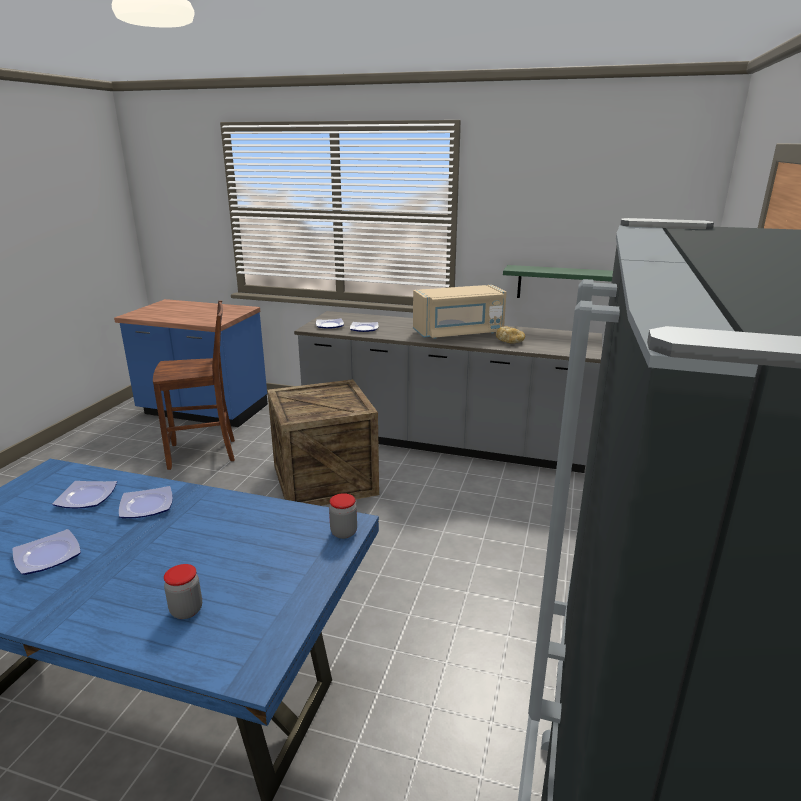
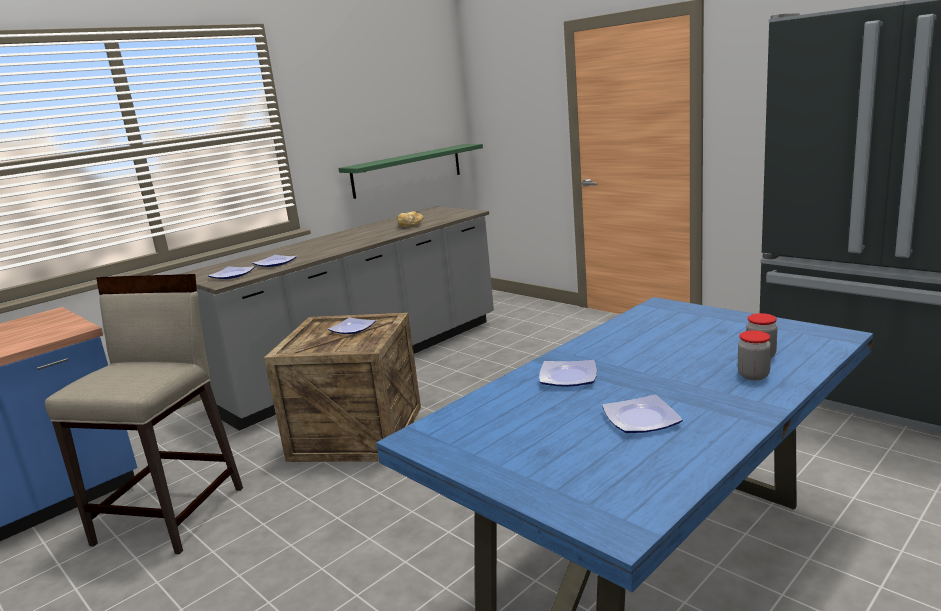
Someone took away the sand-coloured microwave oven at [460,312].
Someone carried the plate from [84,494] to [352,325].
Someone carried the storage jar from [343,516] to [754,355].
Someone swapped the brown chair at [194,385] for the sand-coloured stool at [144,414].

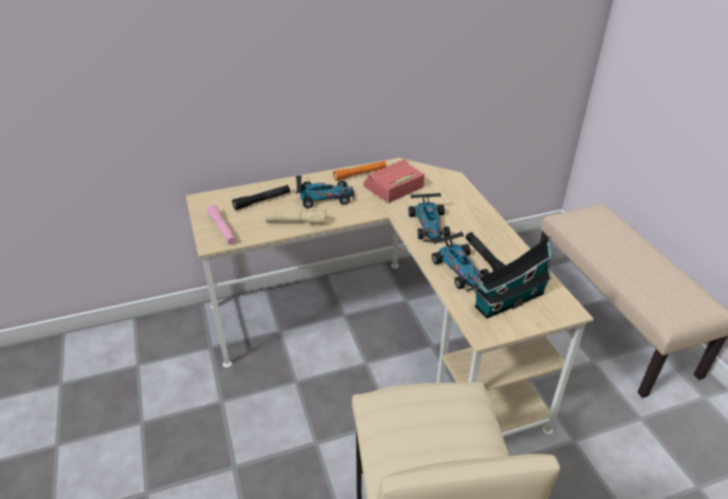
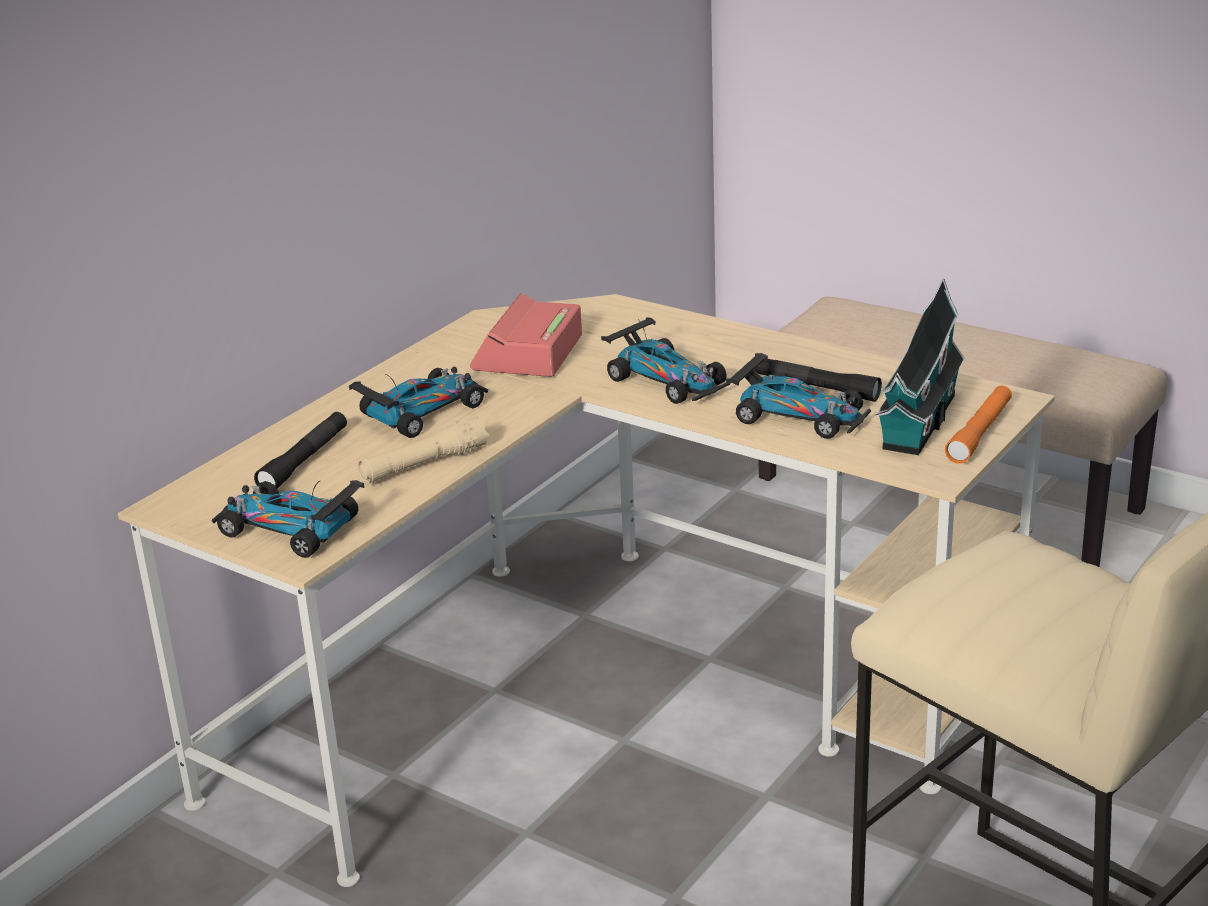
Someone carried the orangey torch from [359,171] to [978,425].
Someone swapped the pink-coloured torch at [221,224] for the miniature car at [288,519].

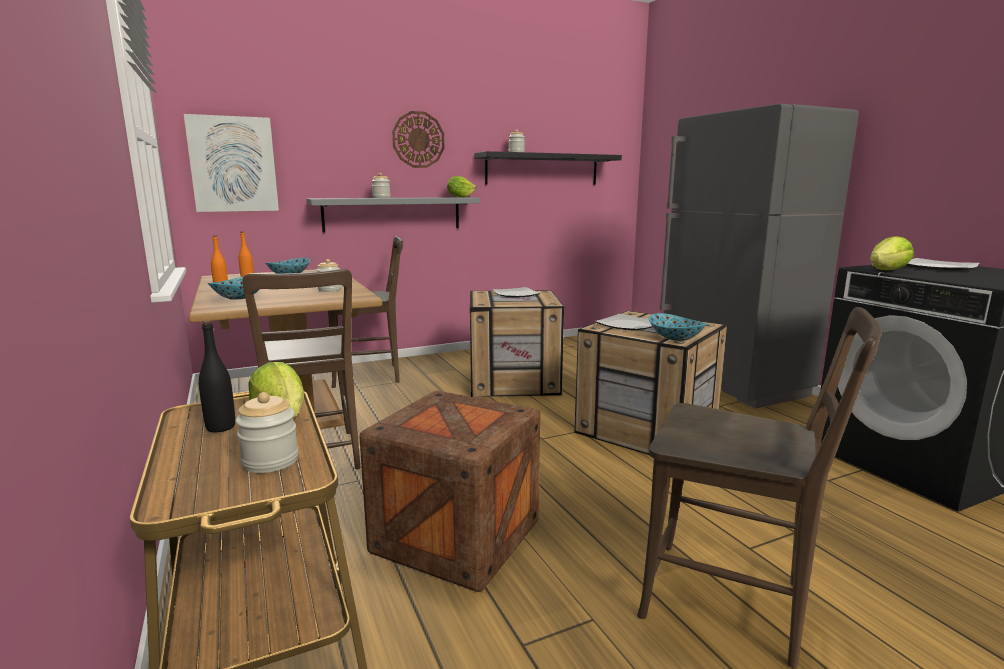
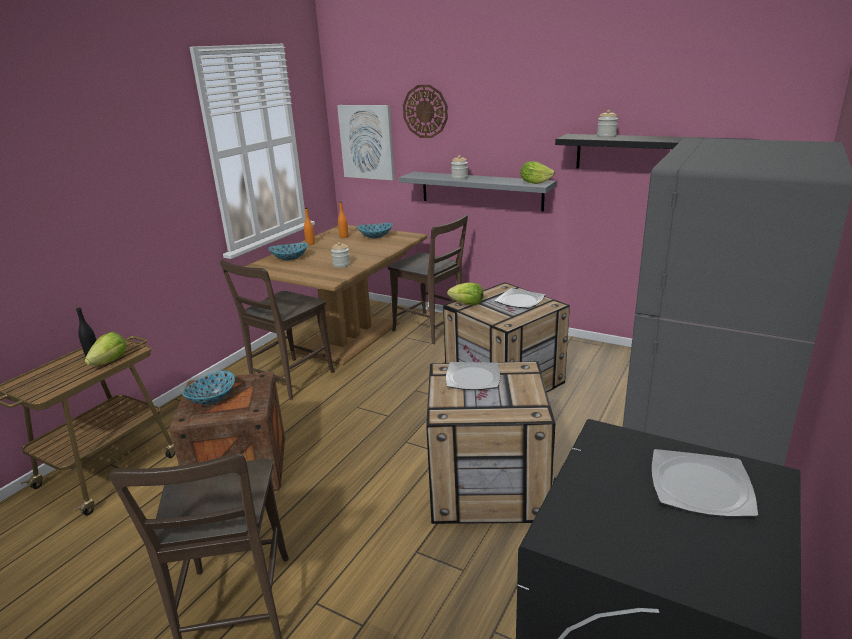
Someone took away the storage jar at [267,432].
Someone carried the clock on the wall from [418,139] to [425,111].
Someone carried the serving bowl from [677,327] to [208,388].
Someone carried the lettuce from [892,253] to [465,293].

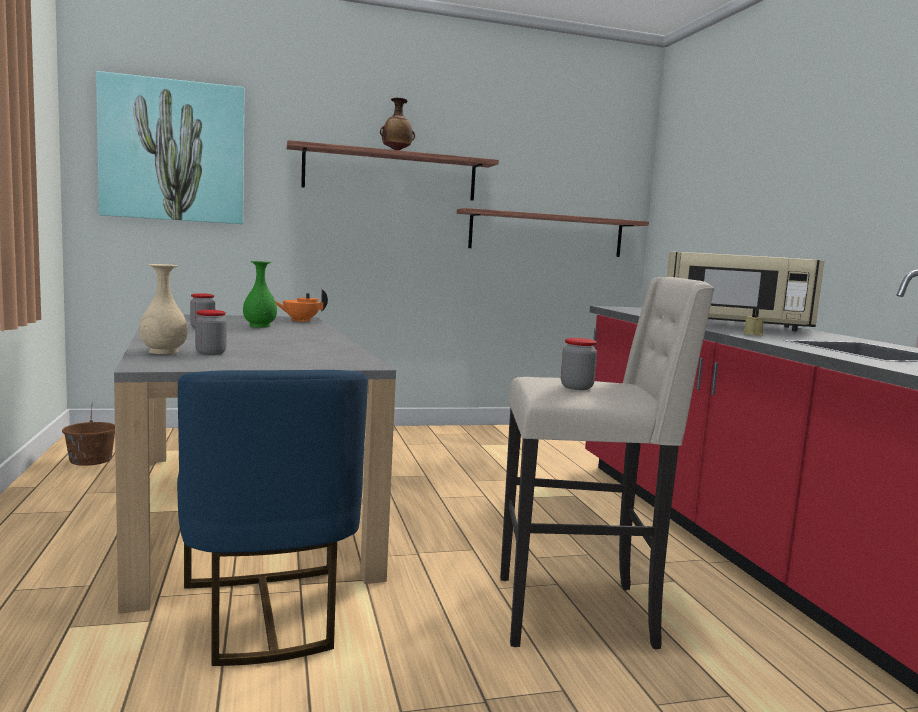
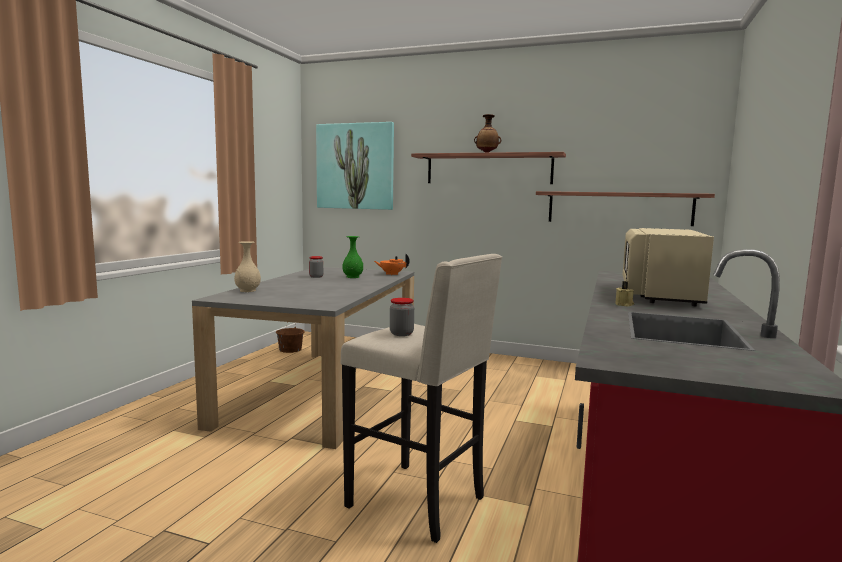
Someone took away the blue chair at [272,518].
Someone took away the storage jar at [211,332].
Someone rotated the sand-coloured microwave oven at [745,291] by 60 degrees clockwise.

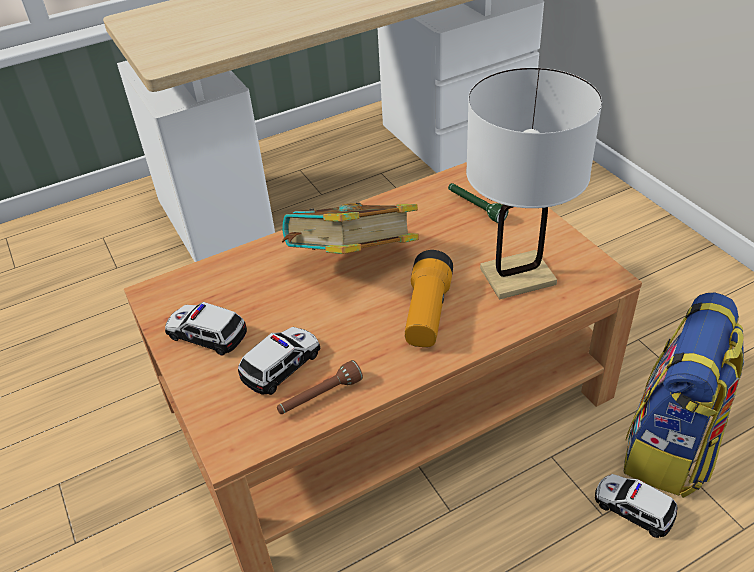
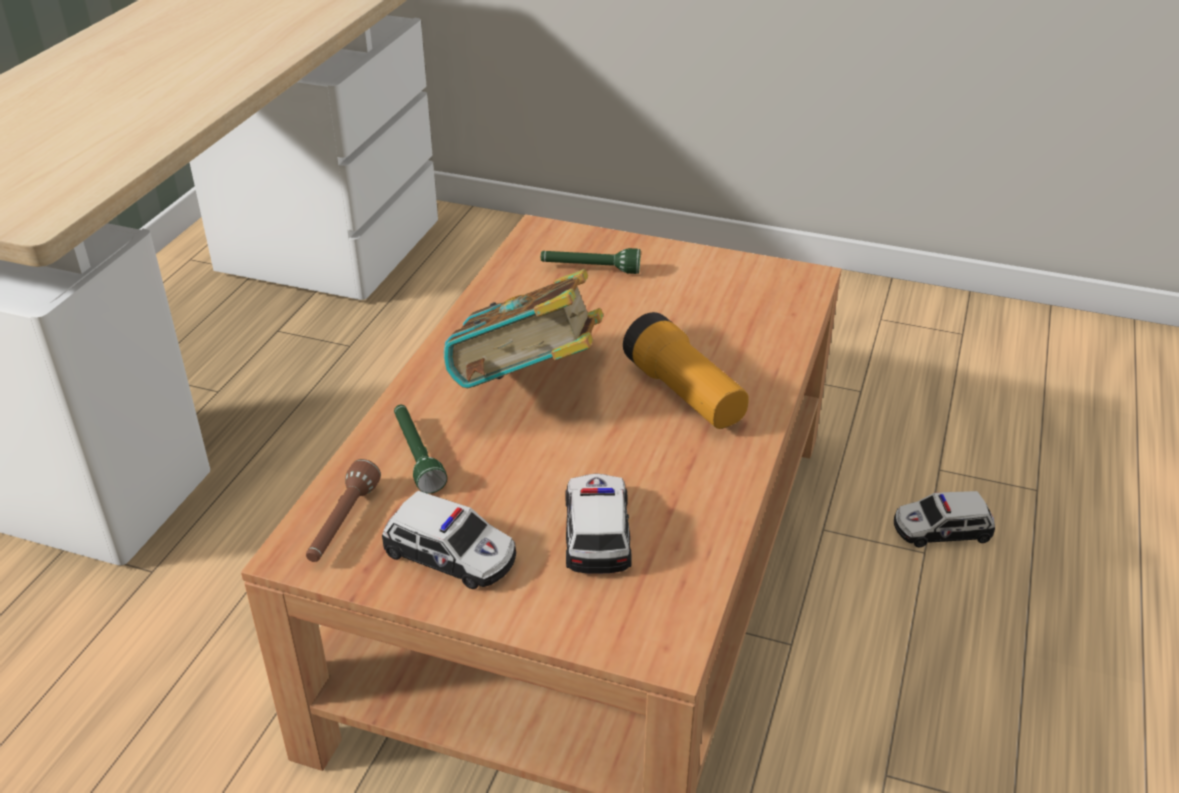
Someone took away the white table lamp at [534,183].
Someone took away the backpack at [683,395].
Someone put down the greenish torch at [420,449].
Someone carried the brown torch from [320,387] to [343,510].
Someone rotated the miniature car at [206,329] by 135 degrees counterclockwise.

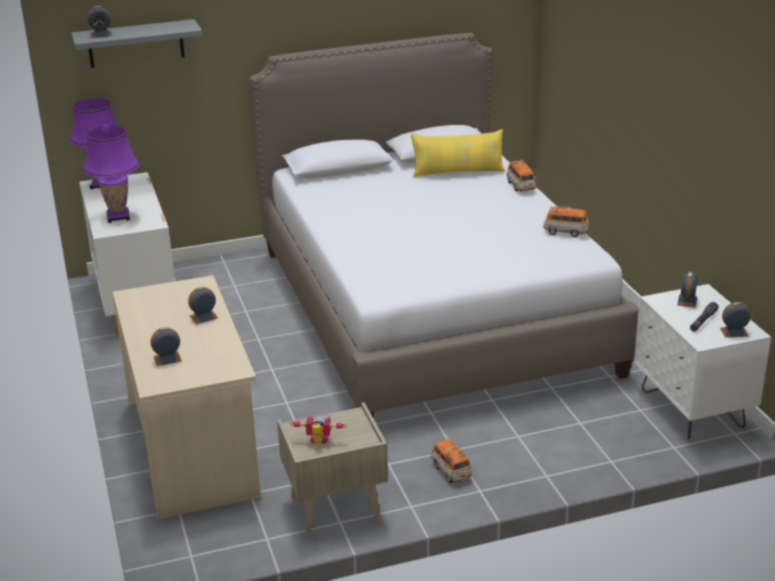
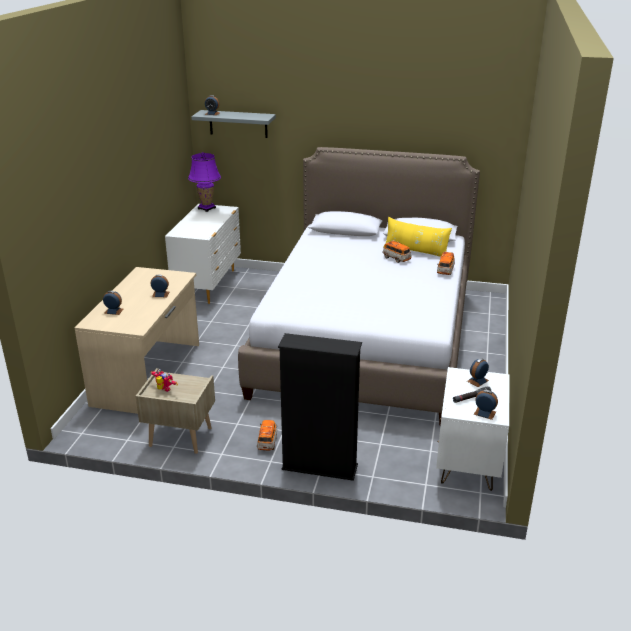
Someone took away the purplish table lamp at [111,174].
Someone put down the blackish bookshelf at [320,407].
Someone carried the miniature car from [566,221] to [397,251].

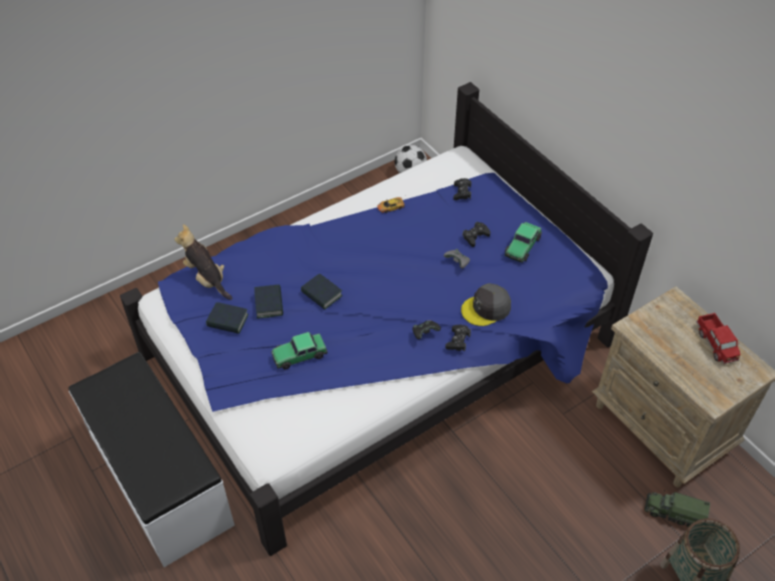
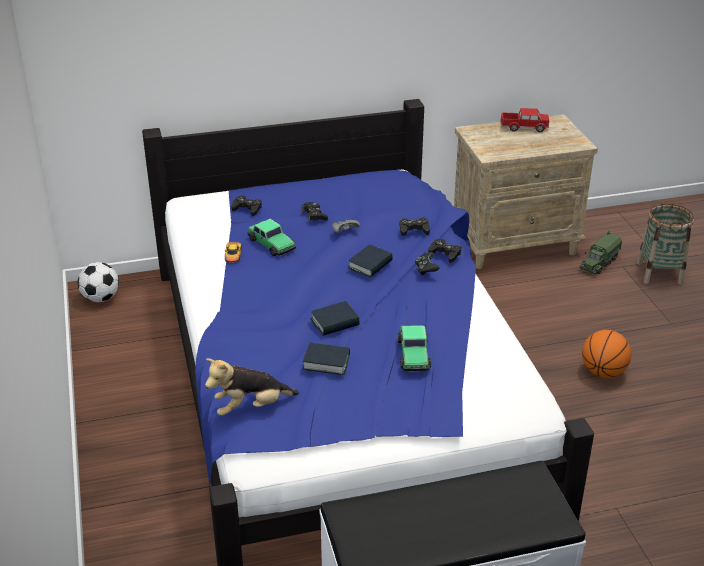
Someone put down the ball for basketball at [606,354].
Someone carried the bound book from [227,318] to [370,261].
Someone carried the miniature car from [523,242] to [272,237].
Someone swapped the greyish baseball cap at [486,305] for the blackish joypad at [415,226].

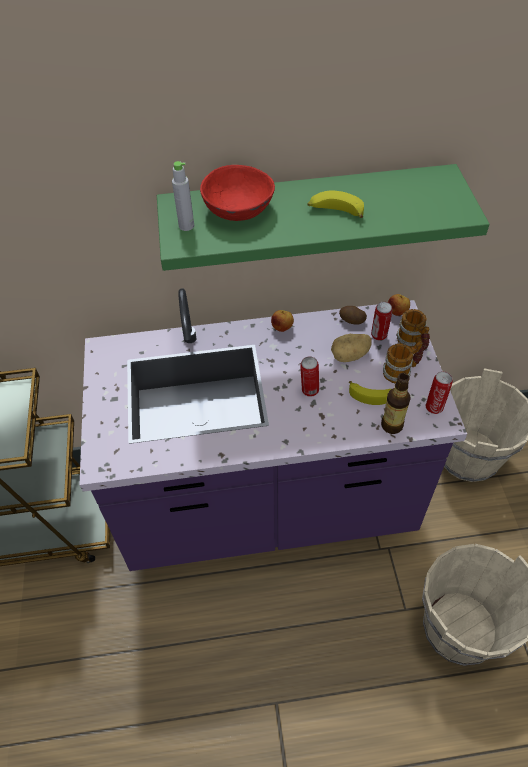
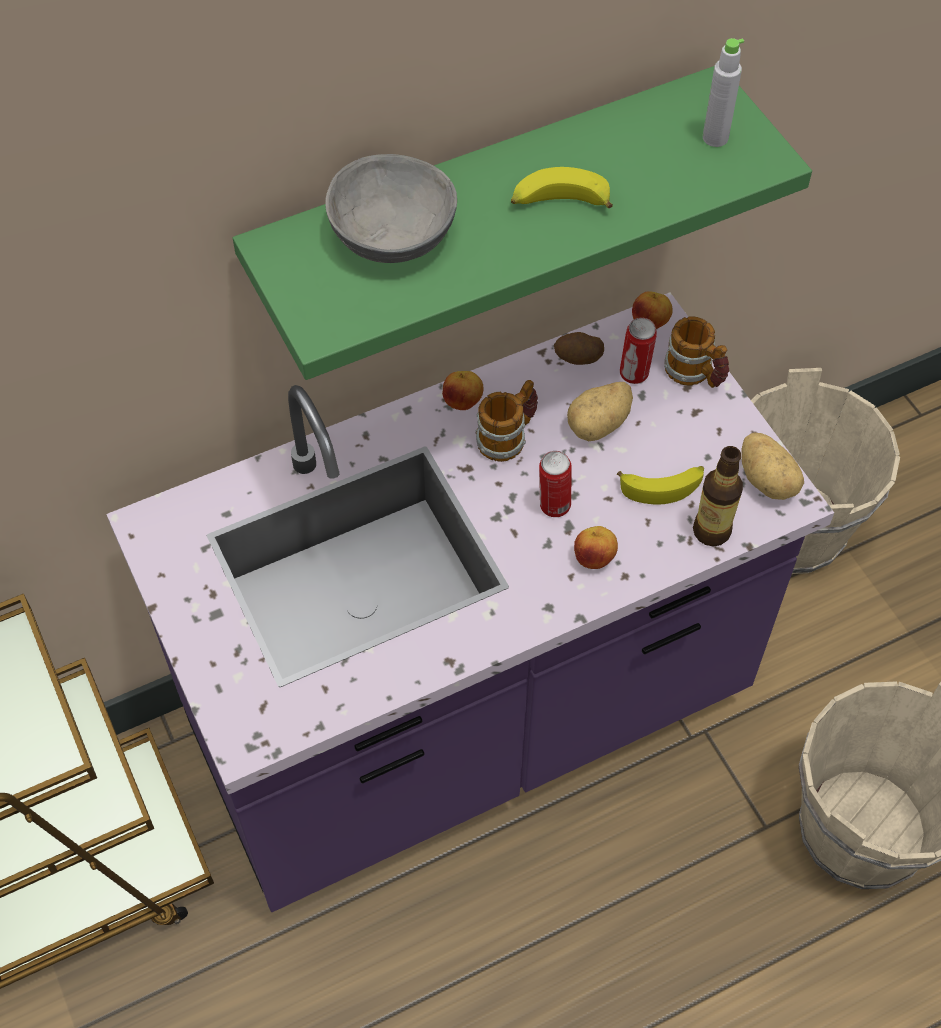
Someone put down the apple at [596,547].
Someone carried the greyish bottle from [183,196] to [723,92].
Someone carried the coffee mug from [403,362] to [506,421].
Someone swapped the sealed can at [439,392] for the spud at [772,466].
Someone repainted the reddish serving bowl at [237,193], which became the greyish serving bowl at [391,208].

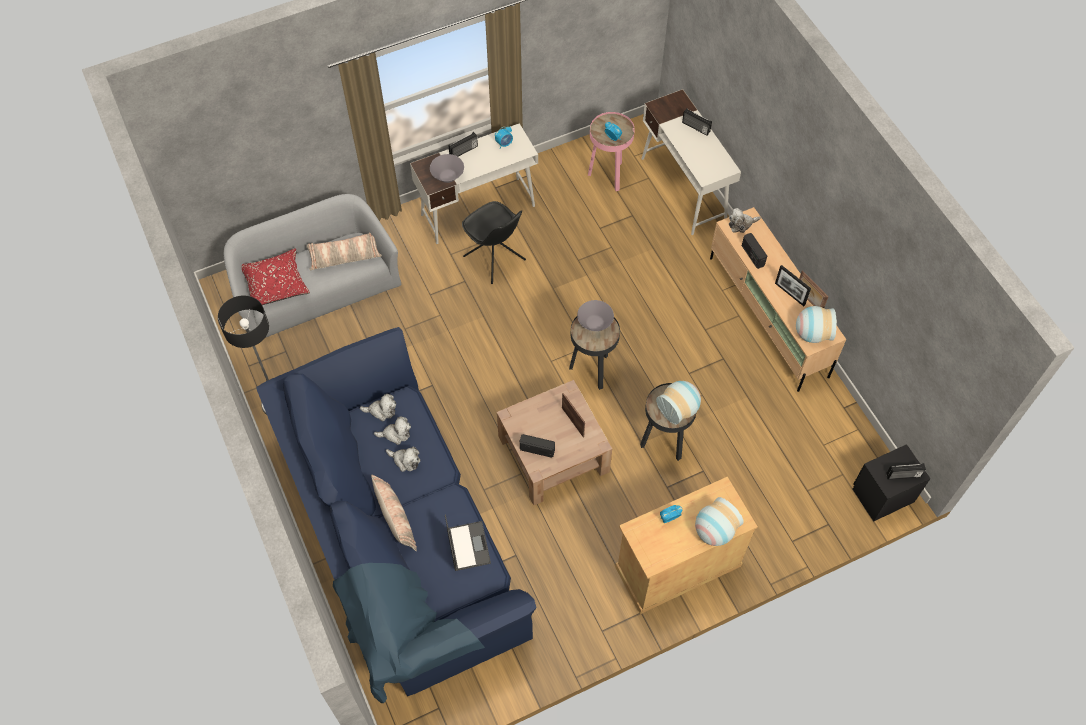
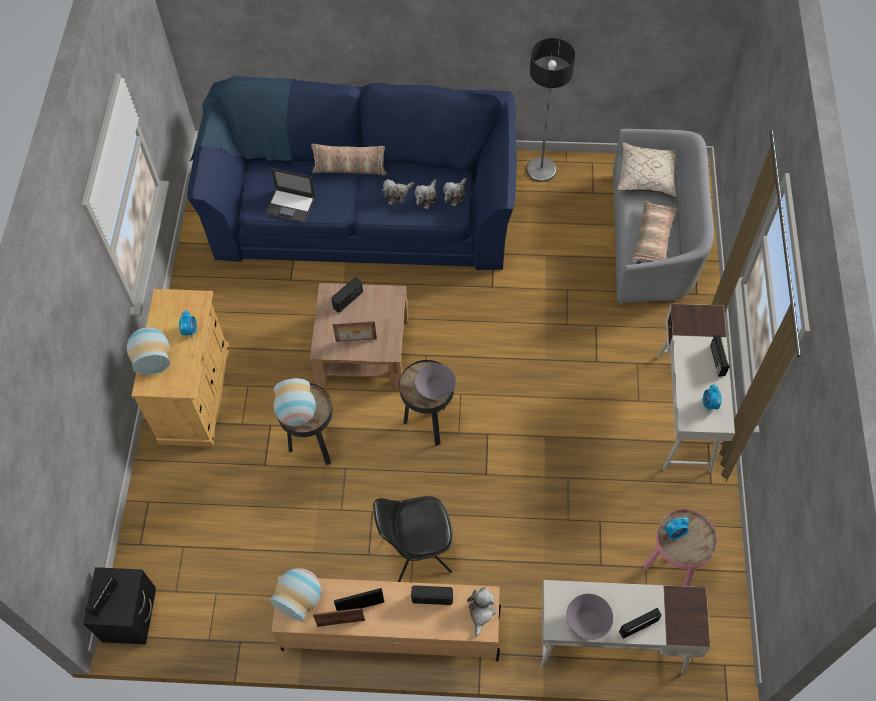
Someone carried the greyish serving bowl from [447,168] to [589,617].
Someone carried the blackish chair from [494,242] to [413,539].
Someone repainted the reddish cushion at [276,276], which became the sand-coloured cushion at [647,169].

